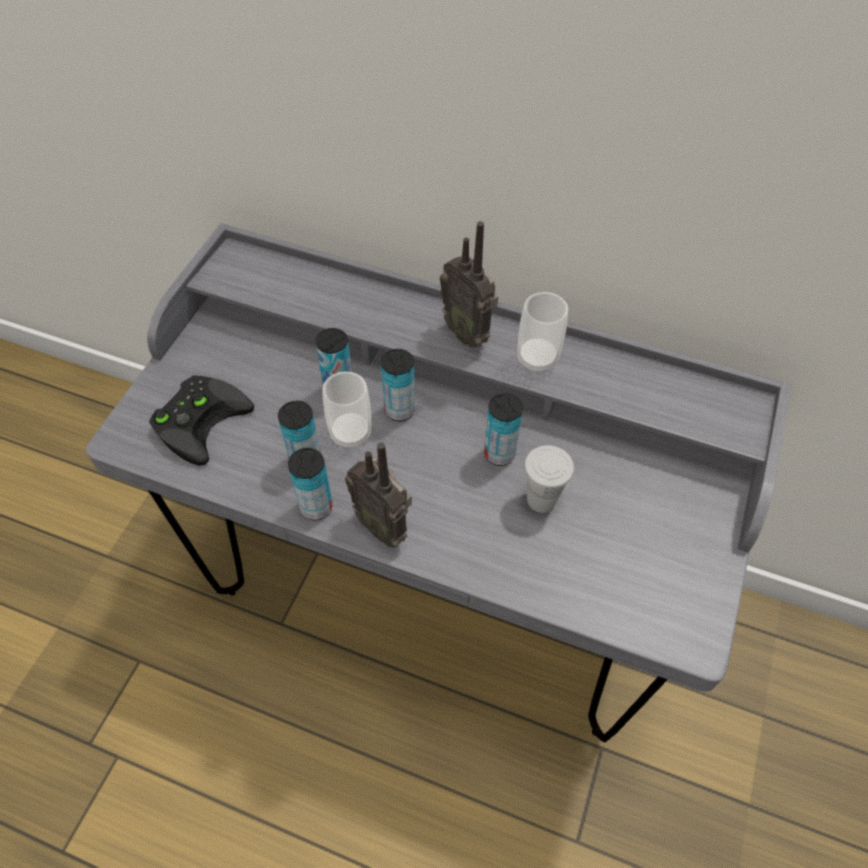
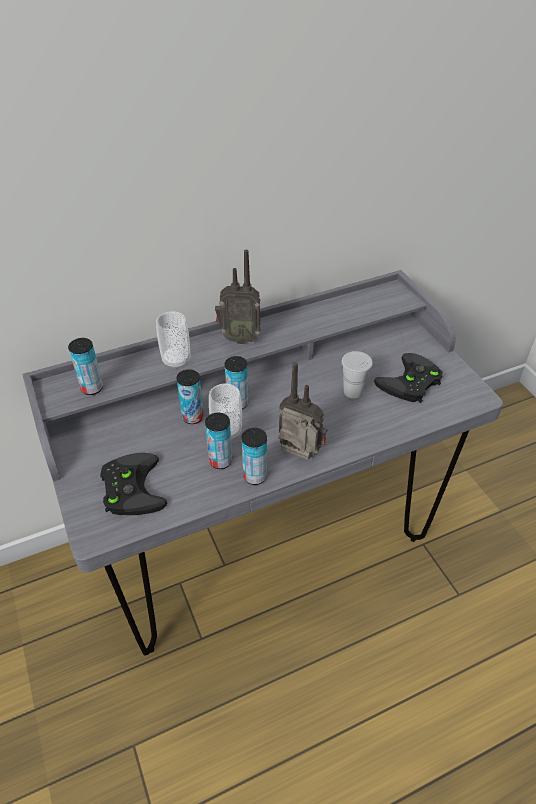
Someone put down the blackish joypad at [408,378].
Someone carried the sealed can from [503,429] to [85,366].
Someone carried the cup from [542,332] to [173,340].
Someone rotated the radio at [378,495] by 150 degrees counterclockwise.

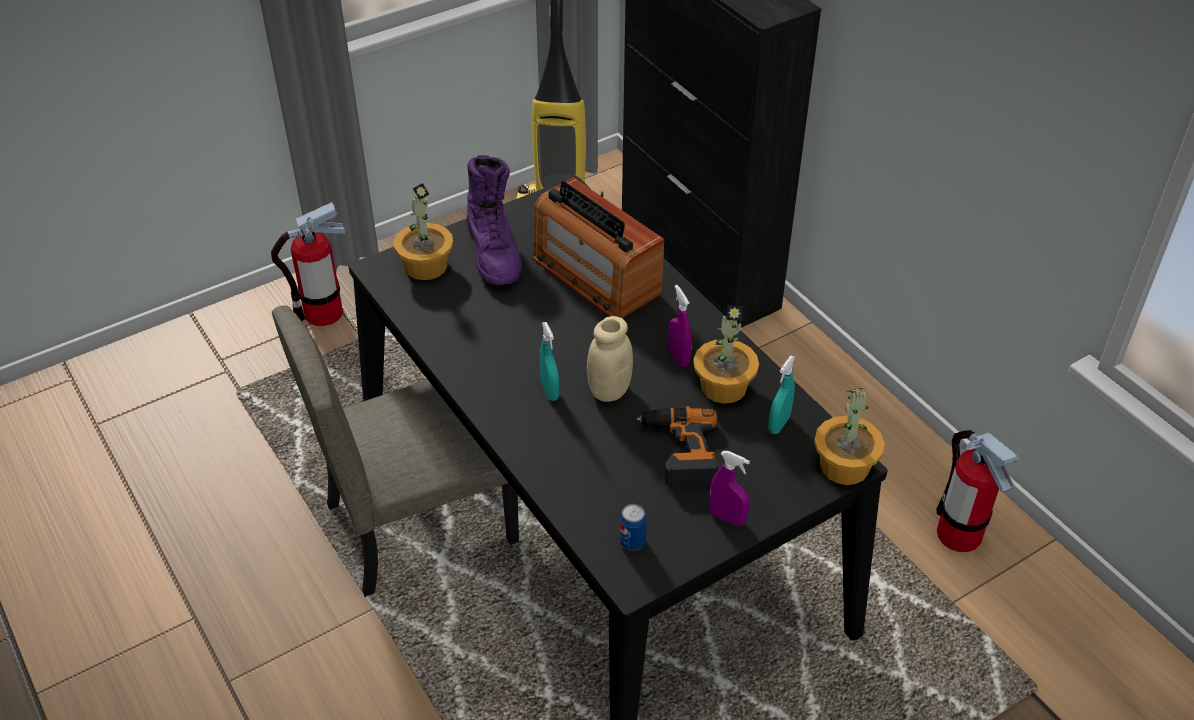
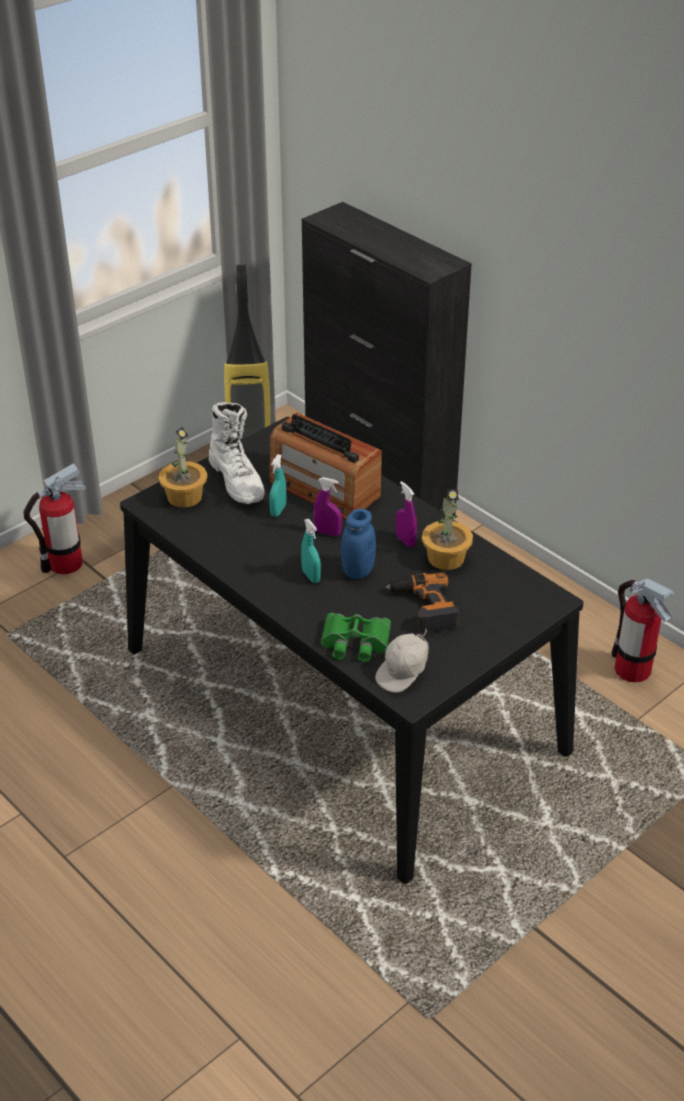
Someone took away the sand-coloured chair at [395,452].
Someone took away the houseplant at [849,436].
Someone put down the greenish binoculars at [356,637].
Someone carried the purplish sprayer from [729,488] to [327,506].
Someone carried the turquoise sprayer from [781,395] to [278,485].
Someone swapped the sealed can at [633,527] for the white baseball cap at [402,660].
Someone repainted the purplish high-top boot at [494,220], which became the white high-top boot at [237,453].
Someone repainted the sand-coloured storage jar at [610,359], which became the blue storage jar at [358,544].

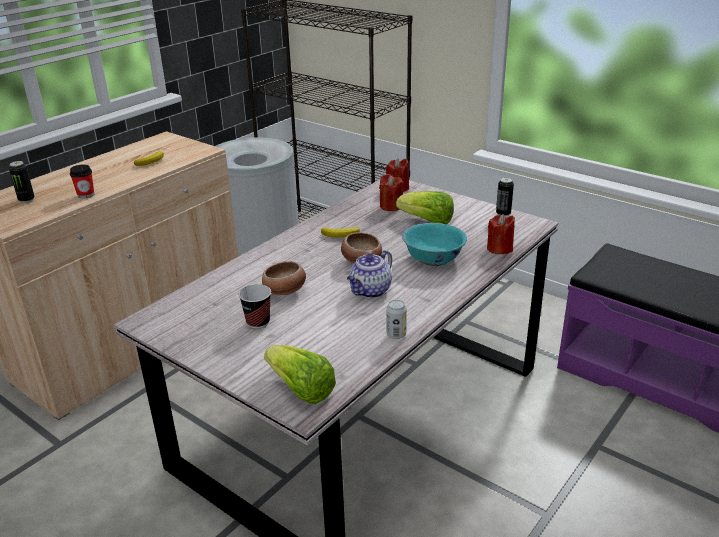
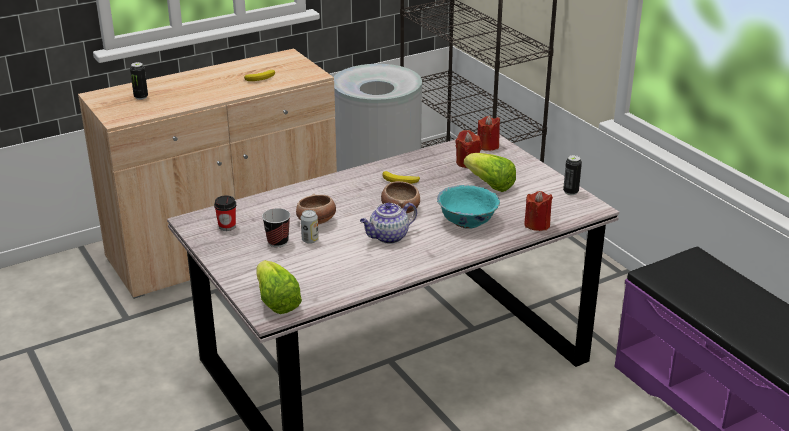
Someone carried the cup from [82,181] to [225,213].
Someone carried the sealed can from [396,319] to [310,227].

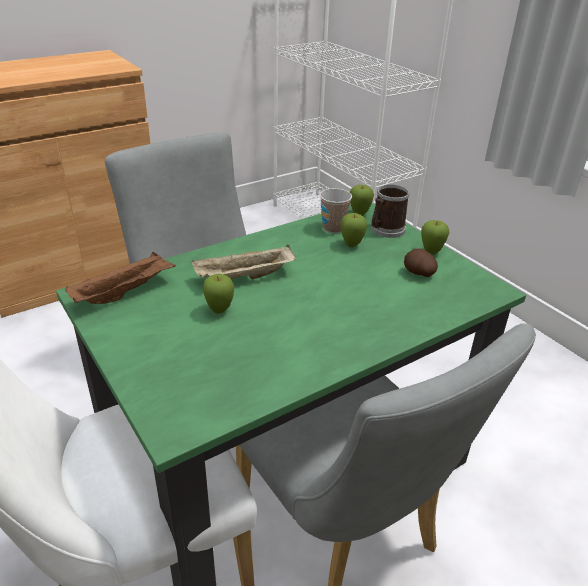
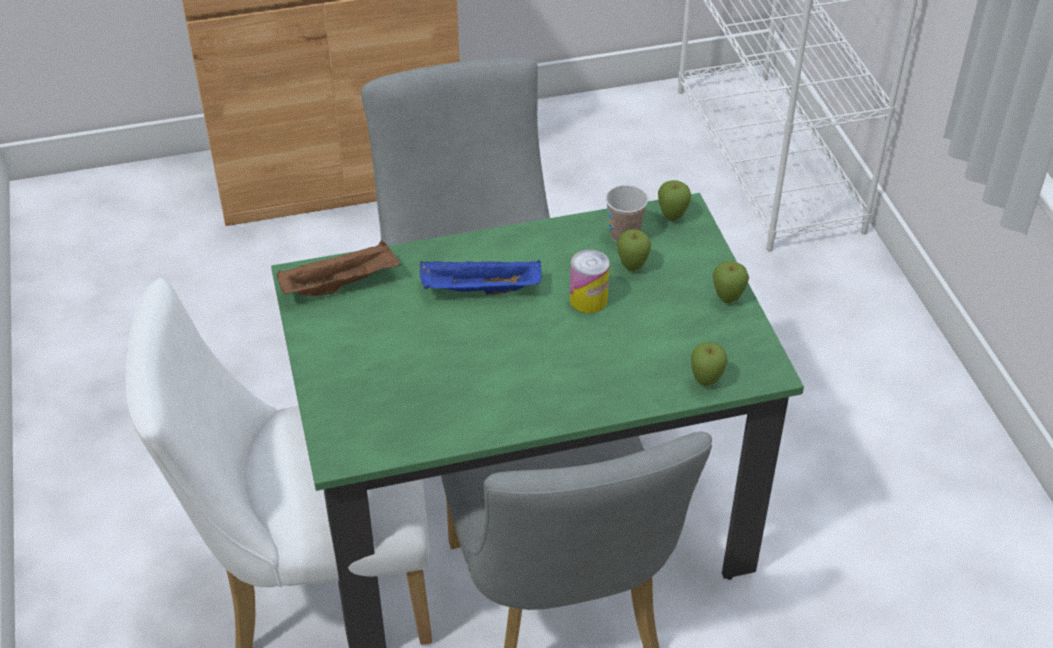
Someone took away the coffee mug at [390,211].
Someone took away the spud at [421,262].
Someone put down the sealed can at [590,281].
Someone carried the apple from [218,294] to [709,364].
Someone repainted the sand-coloured tray at [244,262], which became the blue tray at [480,277].

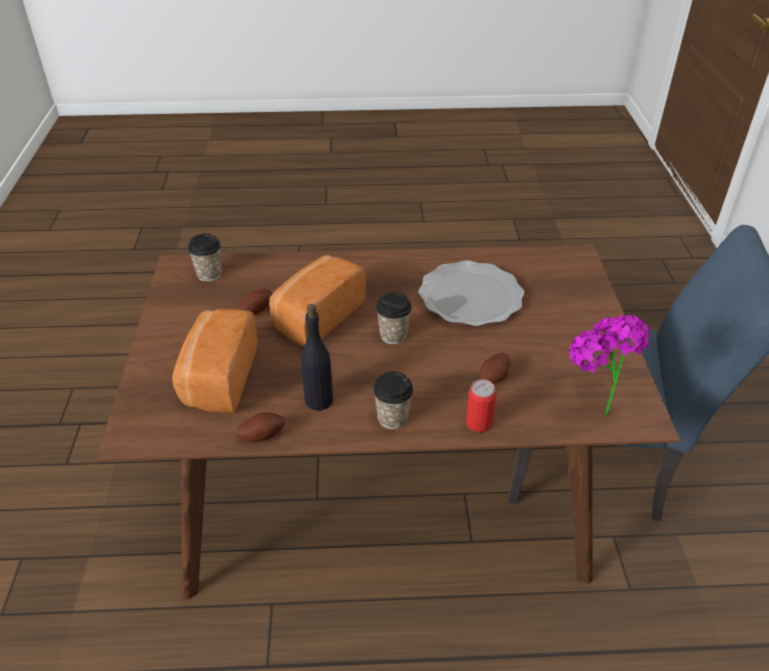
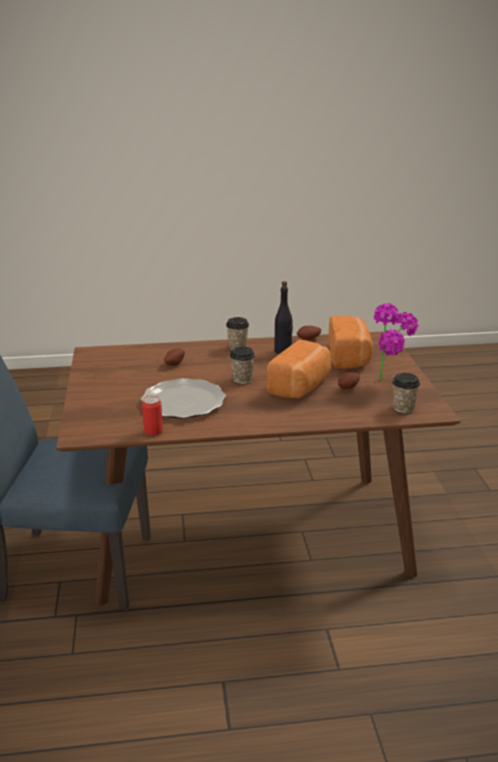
Someone carried the sealed can from [481,406] to [152,415].
Someone carried the houseplant from [610,365] to [396,341].

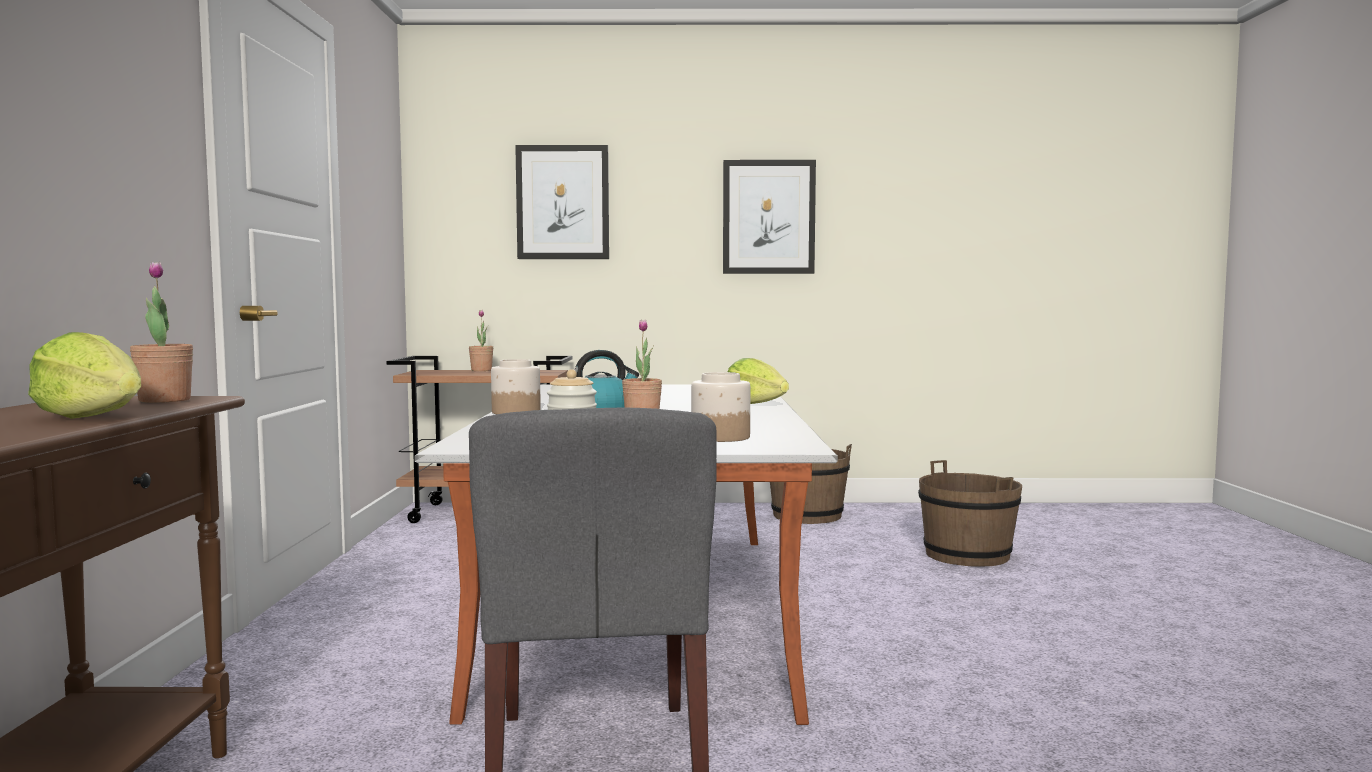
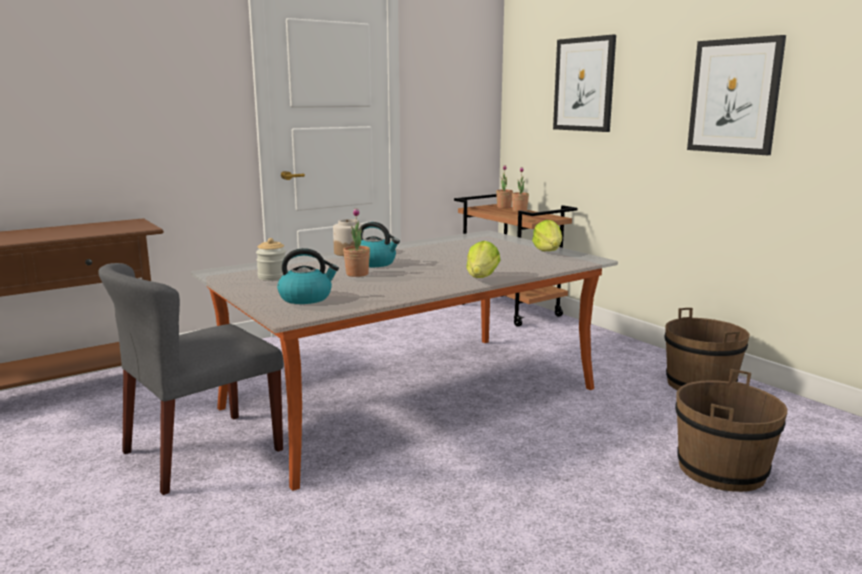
Someone carried the lettuce from [84,375] to [547,235].
Someone carried the houseplant from [161,332] to [504,186].
Someone swapped the storage jar at [720,407] for the water kettle at [308,276].

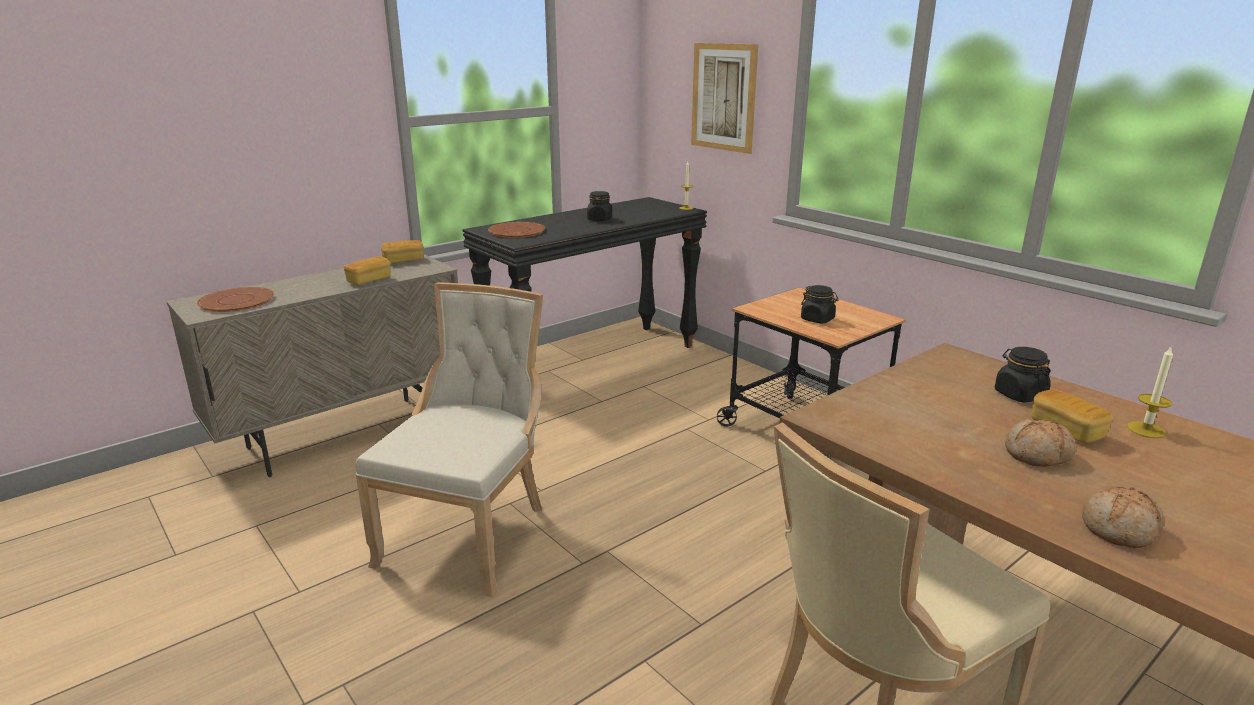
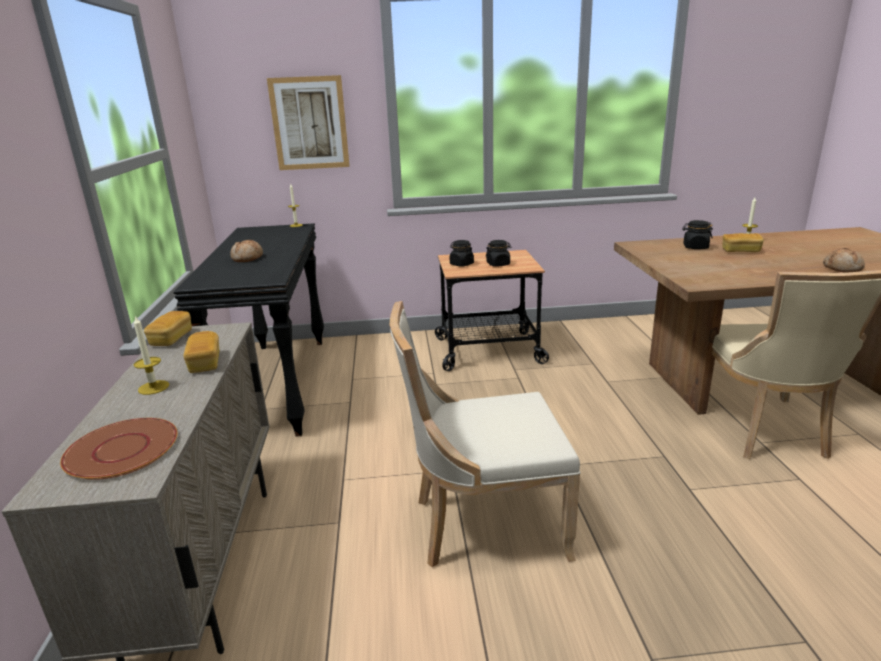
Someone took away the brown plate at [516,230].
Someone put down the wax candle at [151,355].
Someone carried the blackish storage jar from [599,206] to [462,253].
Someone carried the baked bread from [1040,443] to [246,251].
Someone rotated the sand-coloured chair at [449,440] by 60 degrees counterclockwise.

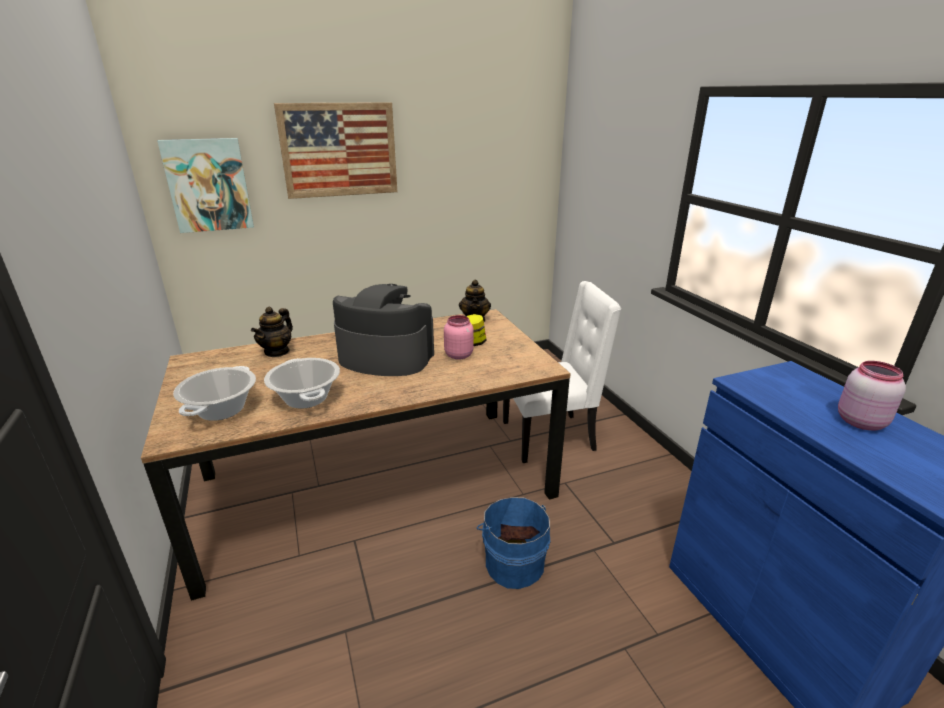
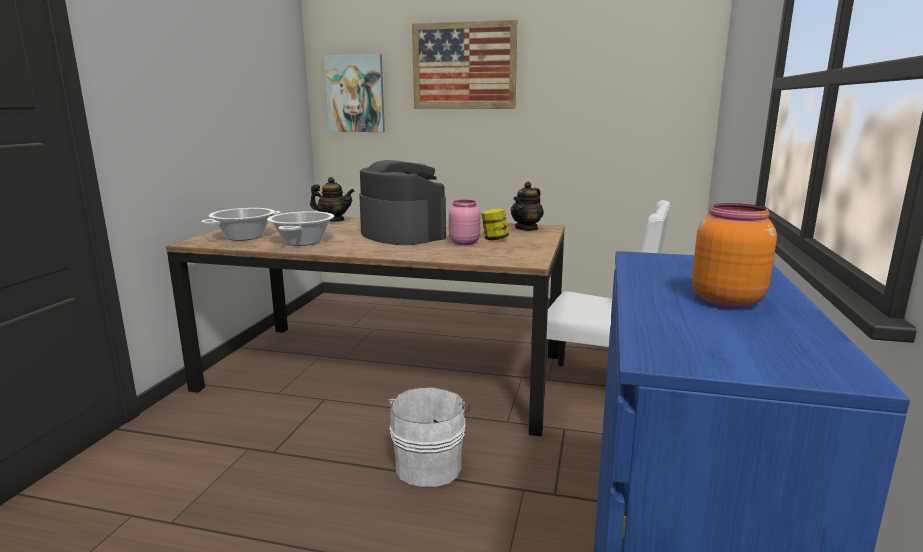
Someone repainted the blue pail at [513,543], which became the white pail at [429,437].
Someone repainted the pink-coloured storage jar at [872,395], which became the orangey storage jar at [734,255].
Someone rotated the teapot at [272,332] by 135 degrees counterclockwise.

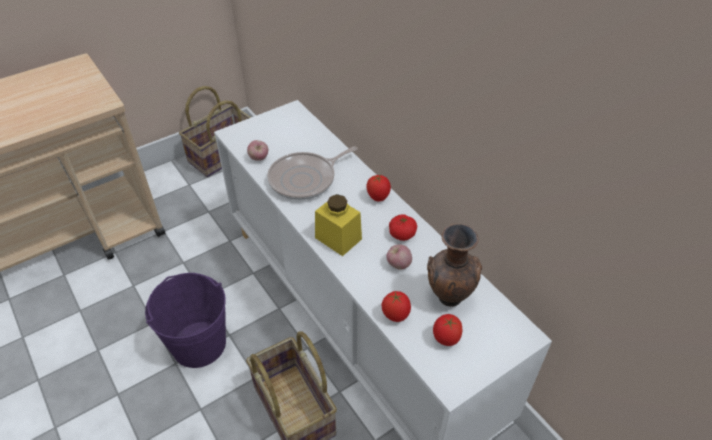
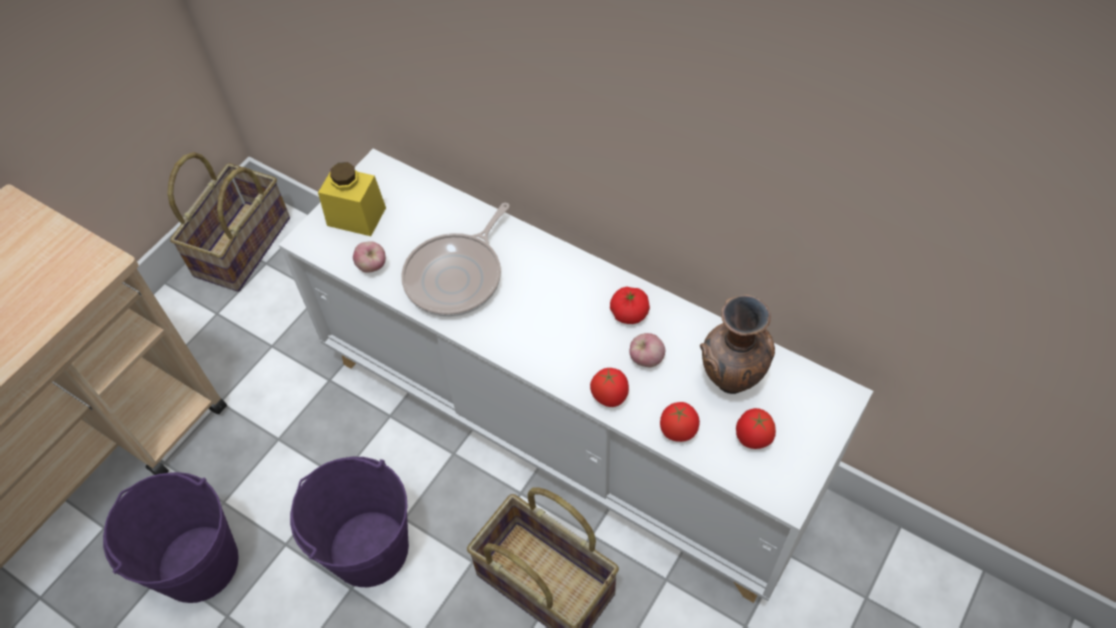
Someone put down the purplish pail at [171,537].
Someone carried the yellow-coloured storage jar from [338,225] to [352,199].
Someone carried the whole tomato from [379,188] to [609,387].

